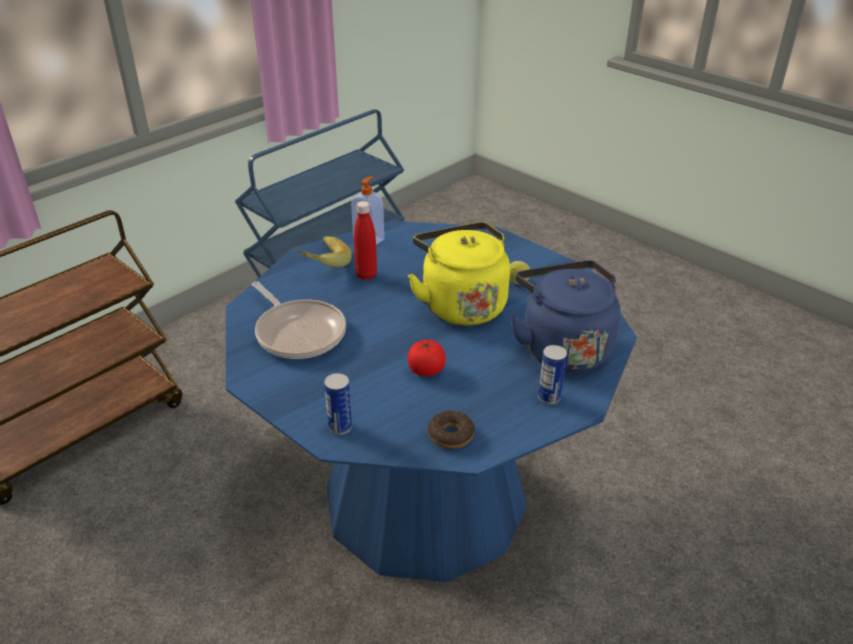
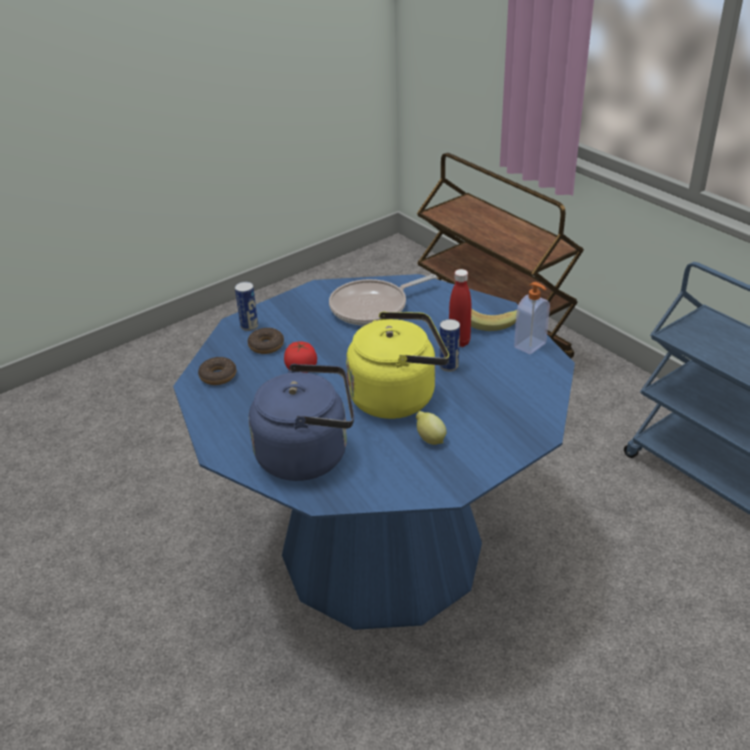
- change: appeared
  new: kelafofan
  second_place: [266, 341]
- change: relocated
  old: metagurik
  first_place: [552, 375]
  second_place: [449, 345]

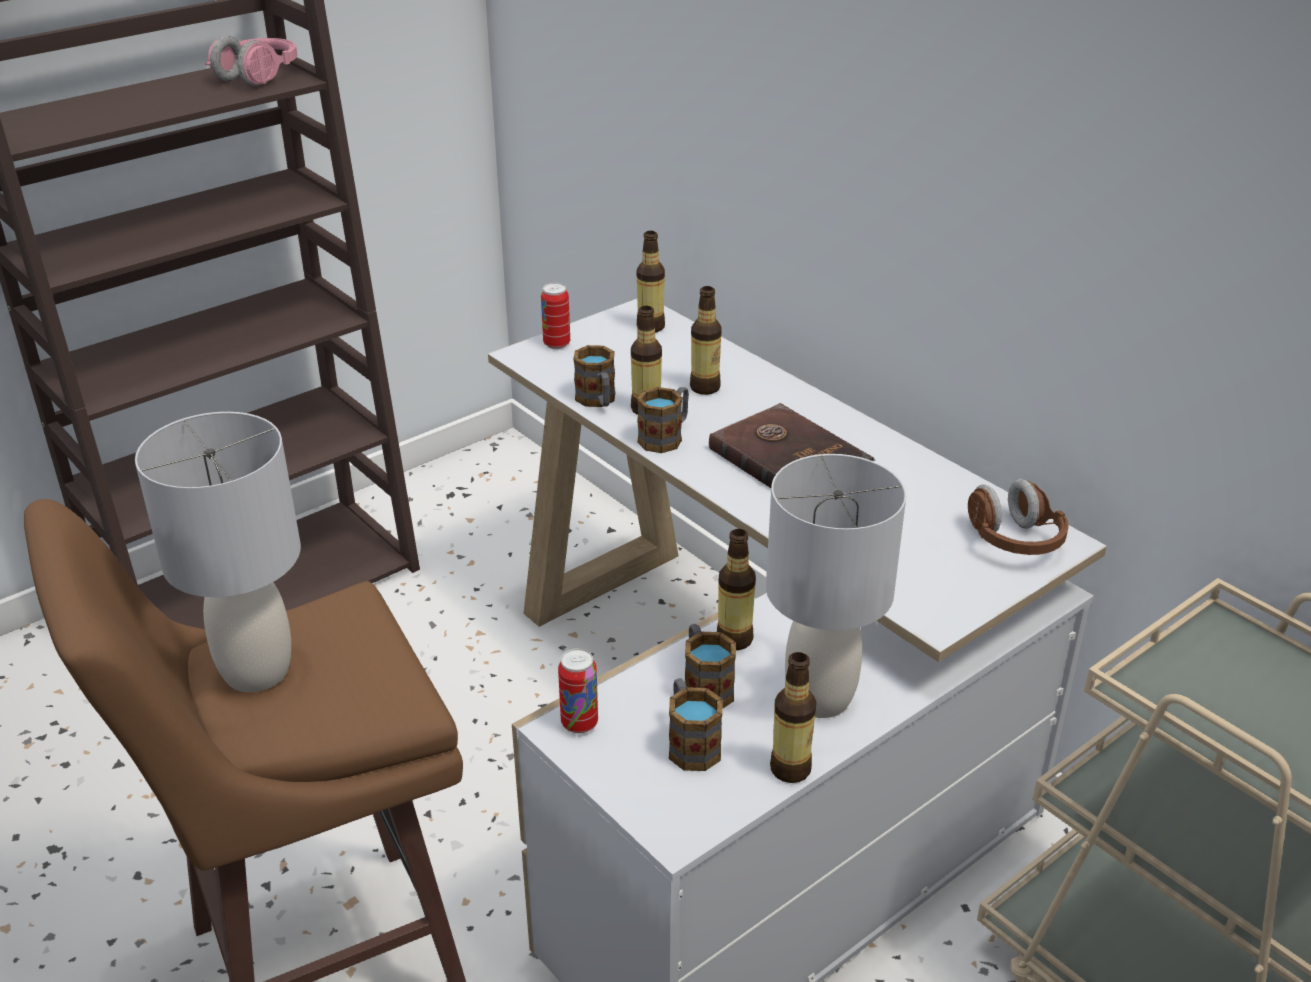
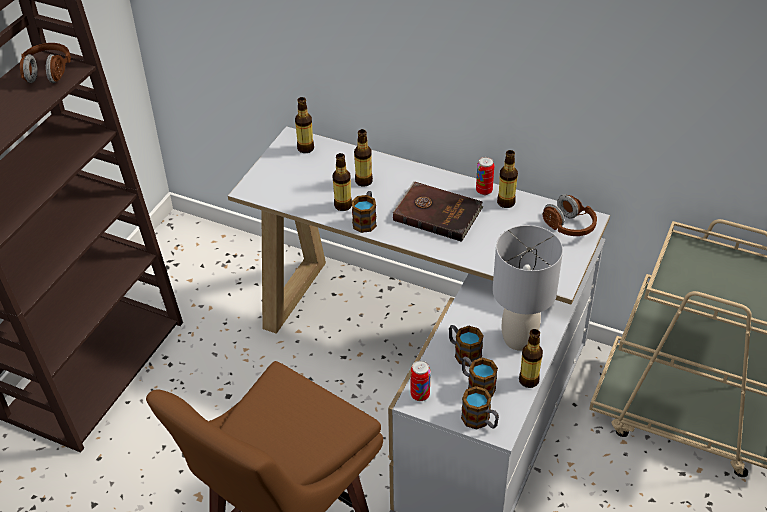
- change: colour
  old: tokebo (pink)
  new: tokebo (brown)
  first_place: [251, 61]
  second_place: [45, 63]
- change: relocated
  old: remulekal
  first_place: [594, 376]
  second_place: [480, 408]
- change: relocated
  old: metagurik
  first_place: [555, 316]
  second_place: [485, 176]
- change: relocated
  old: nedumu
  first_place: [736, 589]
  second_place: [507, 179]
- change: missing
  old: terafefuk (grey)
  first_place: [218, 552]

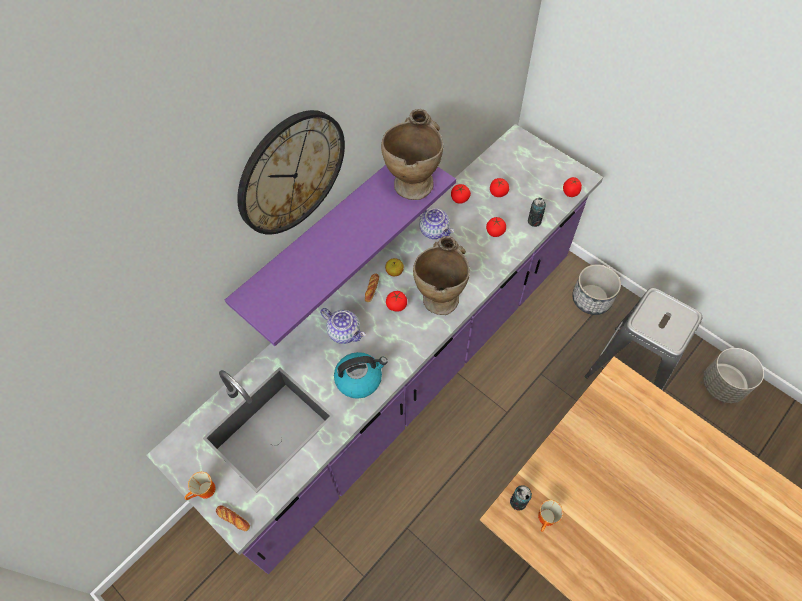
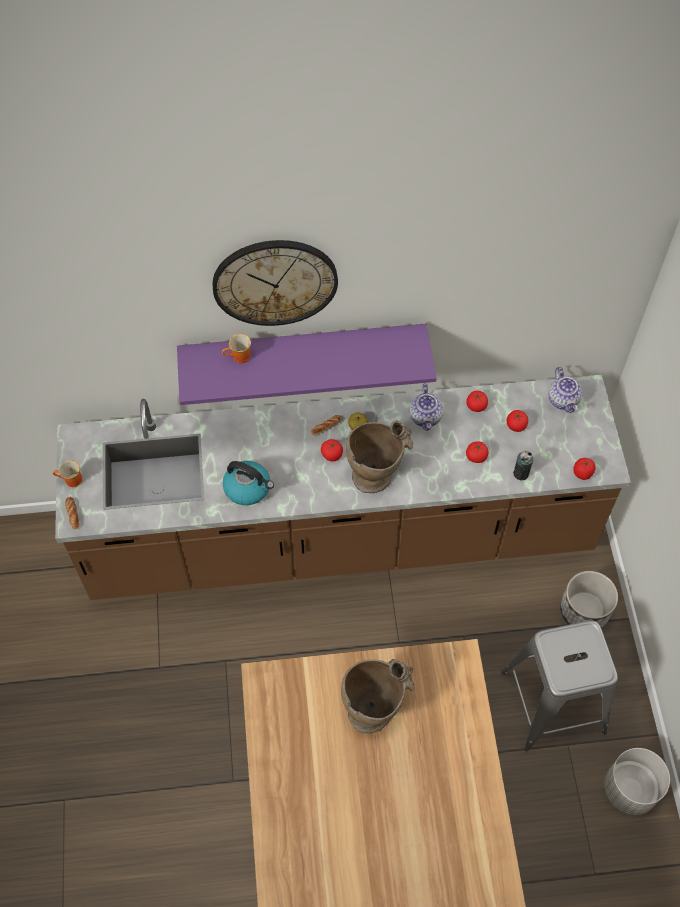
- change: colour
  old: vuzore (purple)
  new: vuzore (brown)
  first_place: [374, 349]
  second_place: [343, 487]
- change: relocated
  old: remulekal
  first_place: [550, 516]
  second_place: [236, 348]
- change: relocated
  old: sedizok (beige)
  first_place: [412, 154]
  second_place: [378, 696]
- change: relocated
  old: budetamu
  first_place: [342, 326]
  second_place: [565, 390]
- change: missing
  old: metagurik
  first_place: [521, 498]

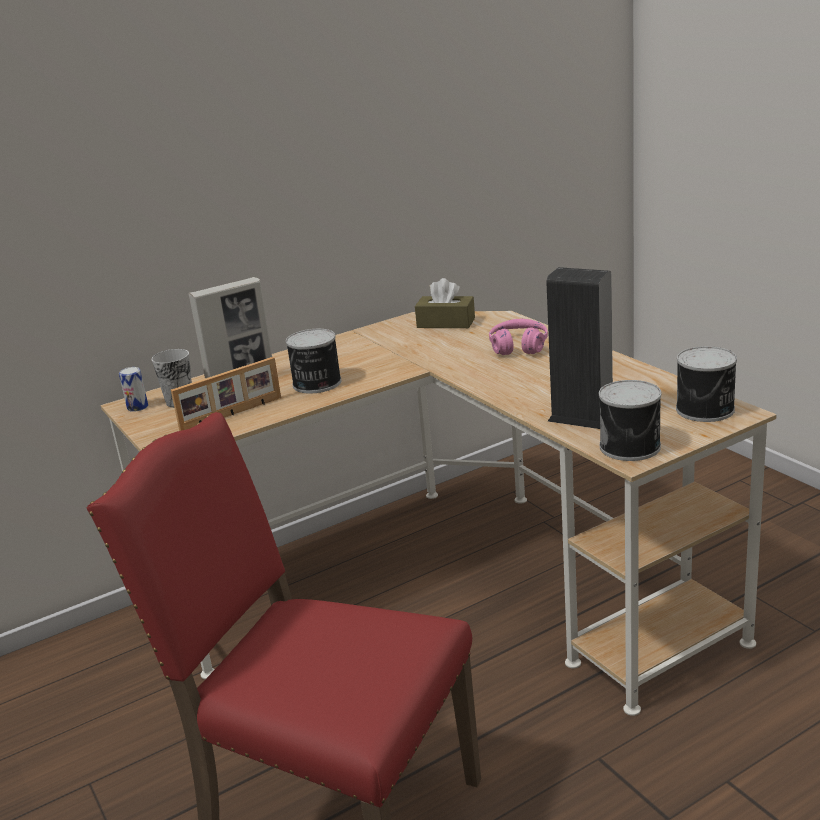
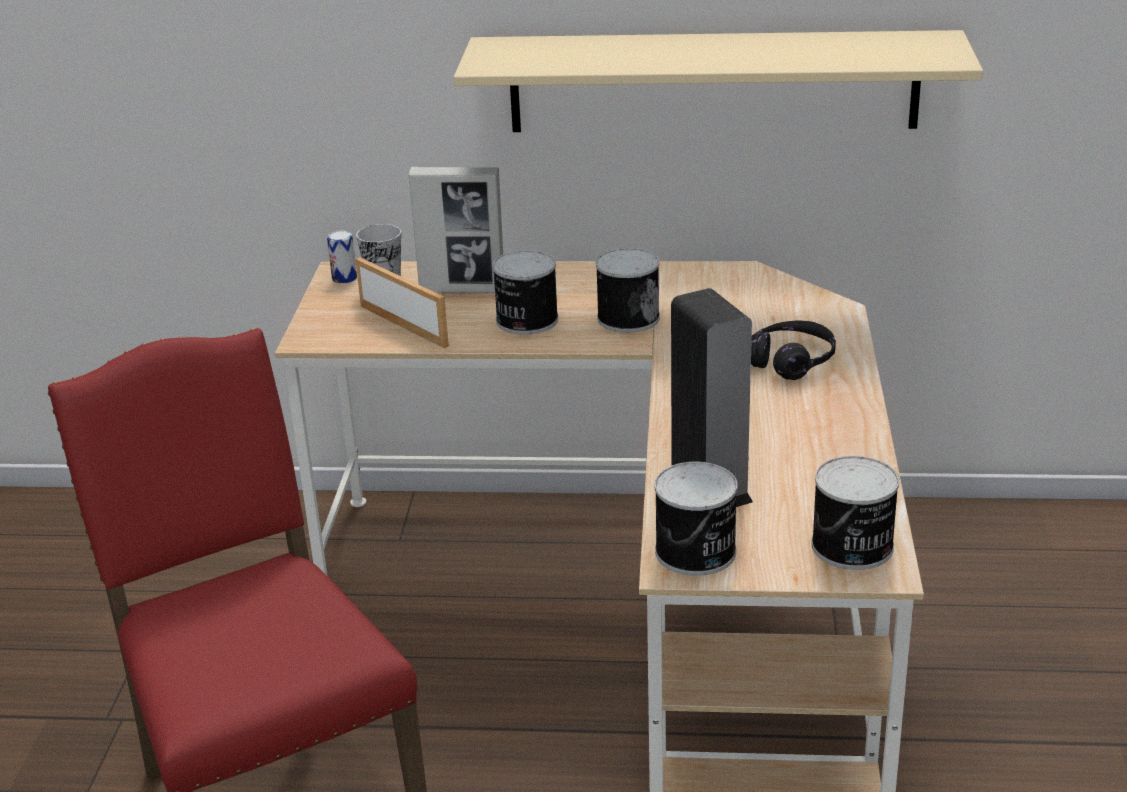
- change: spun
  old: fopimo
  first_place: [226, 394]
  second_place: [402, 302]
  degrees: -135
- change: appeared
  new: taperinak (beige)
  second_place: [718, 81]
- change: appeared
  new: metagurik
  second_place: [628, 290]
- change: colour
  old: tokebo (pink)
  new: tokebo (black)
  first_place: [518, 337]
  second_place: [793, 350]
- change: missing
  old: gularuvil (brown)
  first_place: [445, 303]

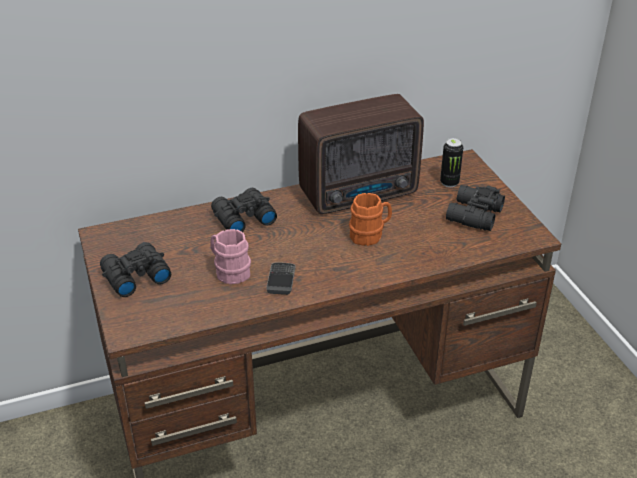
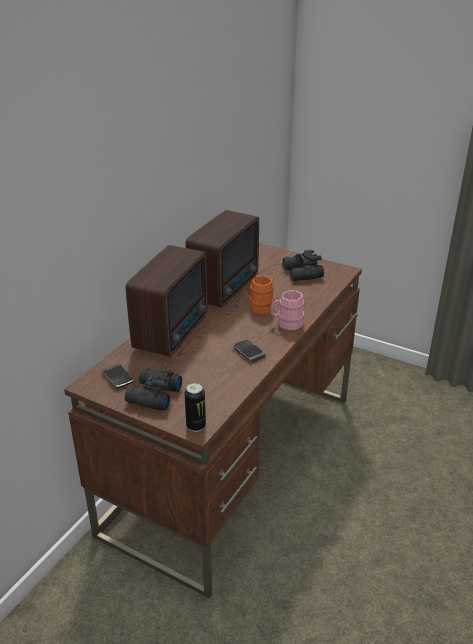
- change: appeared
  new: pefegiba
  second_place: [118, 376]
- change: exchanged
  old: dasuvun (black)
  new: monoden
  first_place: [244, 210]
  second_place: [167, 301]
- change: relocated
  old: metagurik
  first_place: [451, 162]
  second_place: [195, 407]
- change: relocated
  old: remulekal (pink)
  first_place: [230, 256]
  second_place: [287, 310]

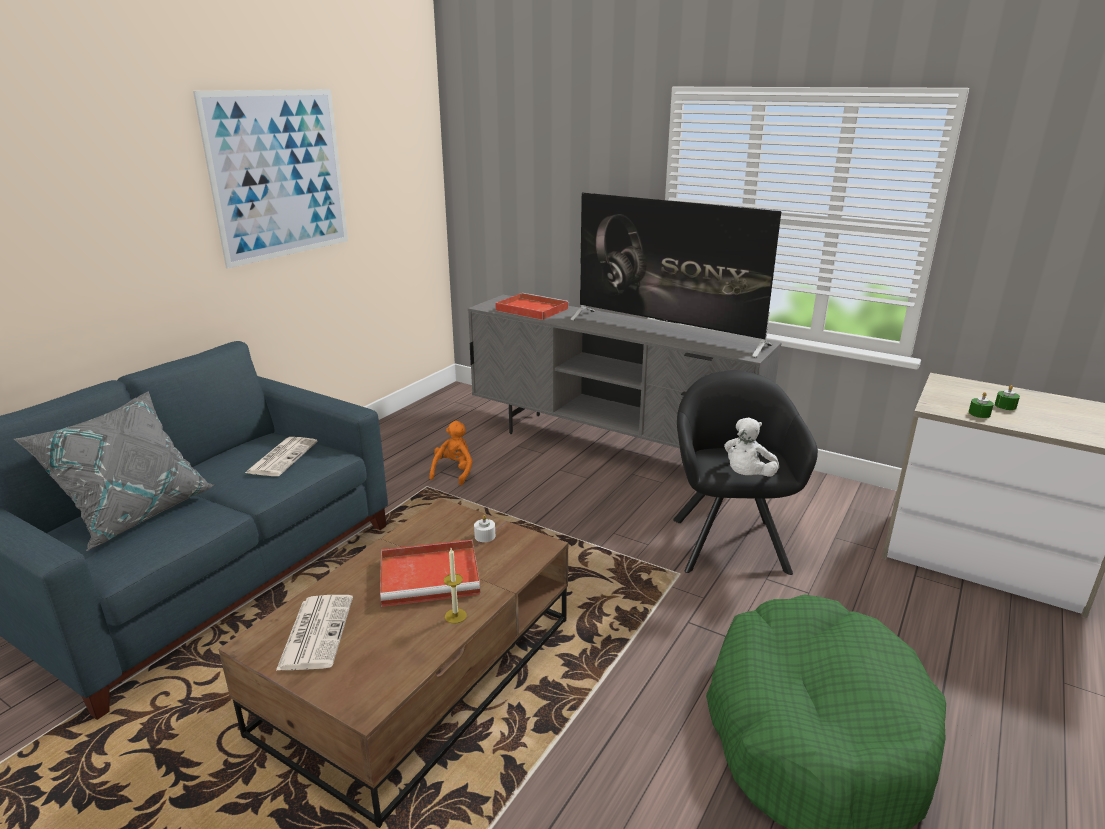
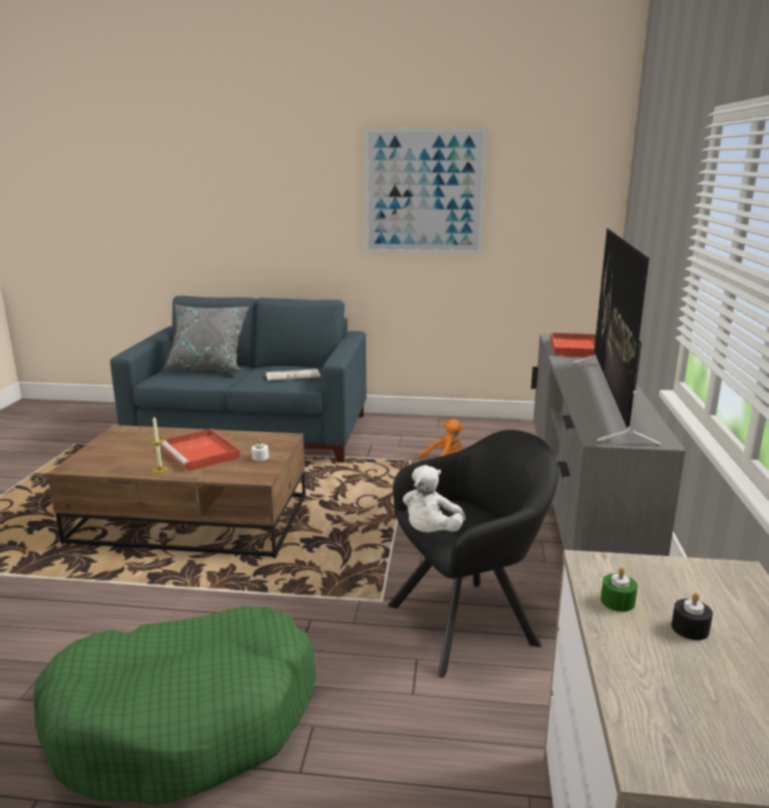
- change: spun
  old: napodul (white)
  first_place: [751, 447]
  second_place: [434, 498]
  degrees: -75
- change: colour
  old: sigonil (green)
  new: sigonil (black)
  first_place: [1007, 397]
  second_place: [692, 616]
- change: missing
  old: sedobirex
  first_place: [314, 633]

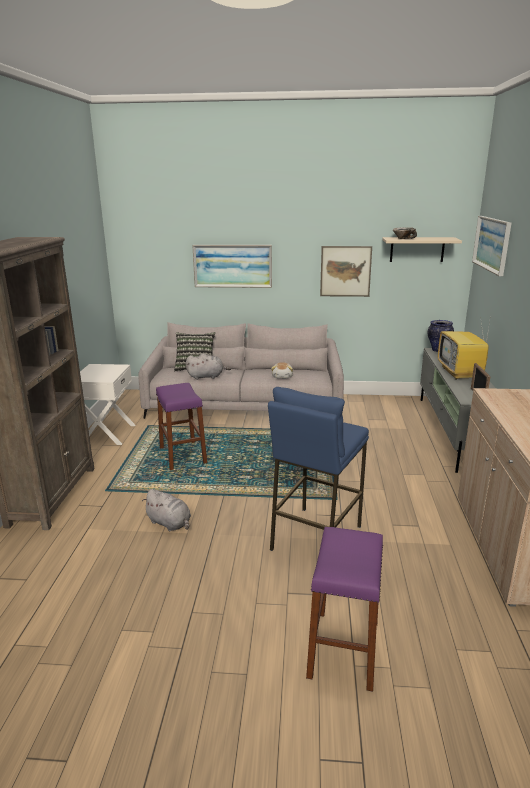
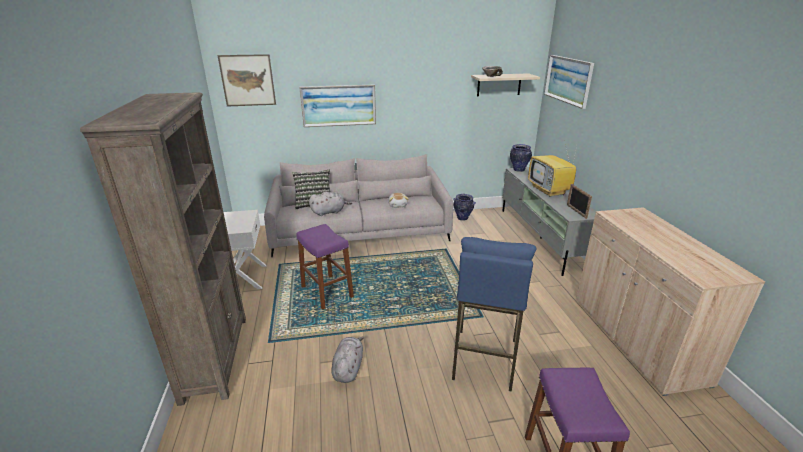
- change: relocated
  old: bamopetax
  first_place: [346, 271]
  second_place: [247, 80]
- change: spun
  old: napodul (grey)
  first_place: [166, 510]
  second_place: [347, 359]
  degrees: -105
- change: appeared
  new: sedizok
  second_place: [464, 207]

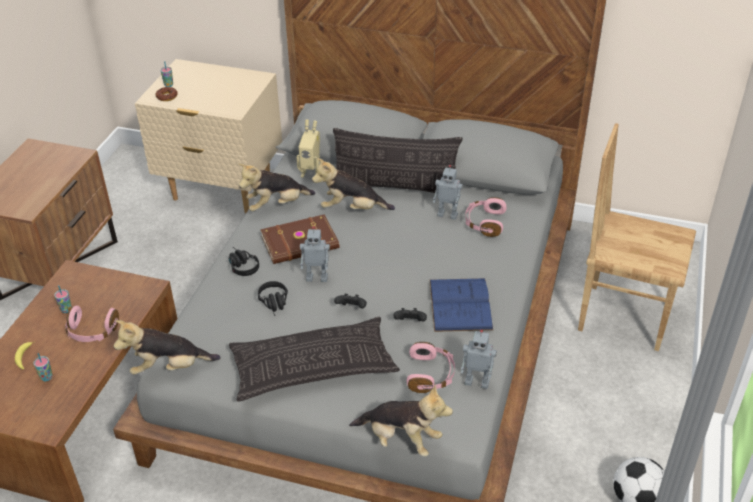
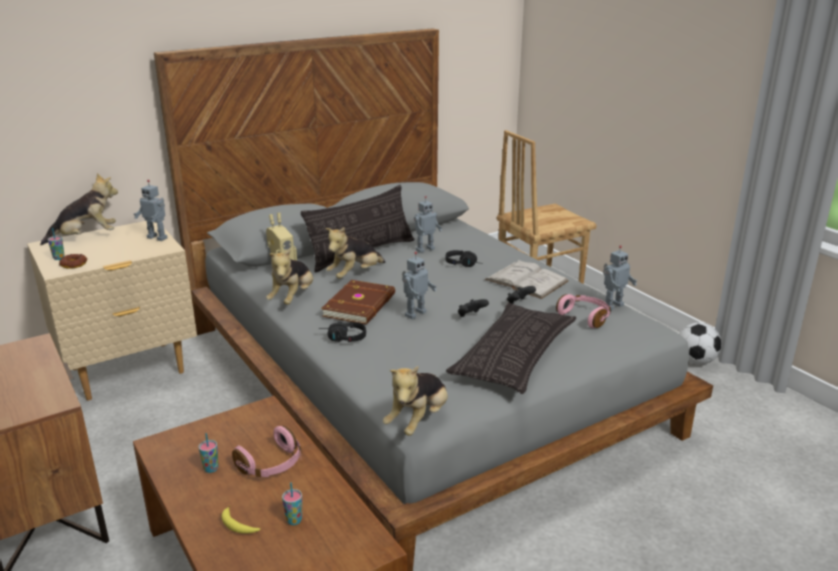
- change: relocated
  old: napodul
  first_place: [401, 421]
  second_place: [79, 209]
- change: appeared
  new: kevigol
  second_place: [150, 210]
- change: relocated
  old: tokebo (black)
  first_place: [273, 298]
  second_place: [463, 258]
- change: colour
  old: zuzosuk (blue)
  new: zuzosuk (white)
  first_place: [461, 305]
  second_place: [526, 279]
- change: missing
  old: tokebo (pink)
  first_place: [486, 217]

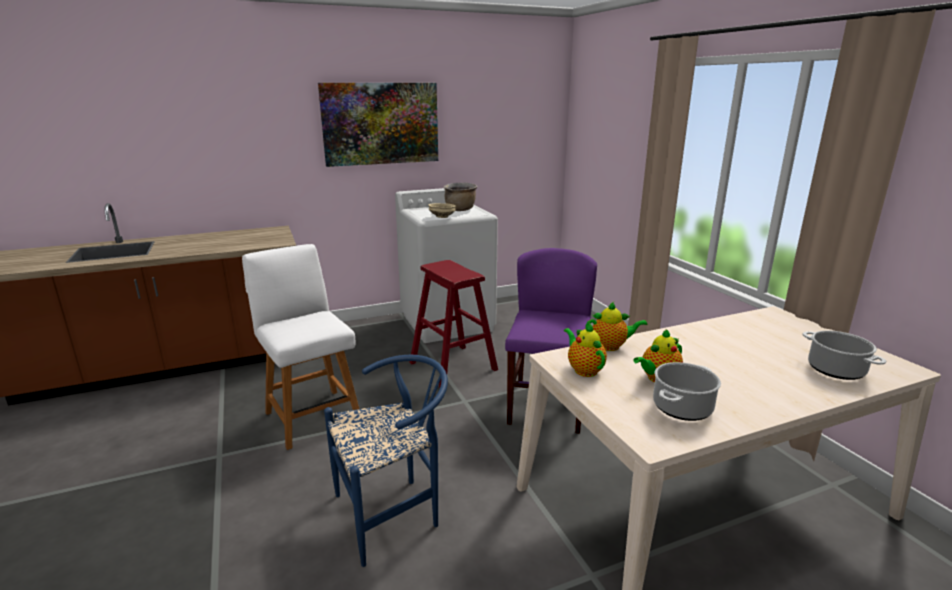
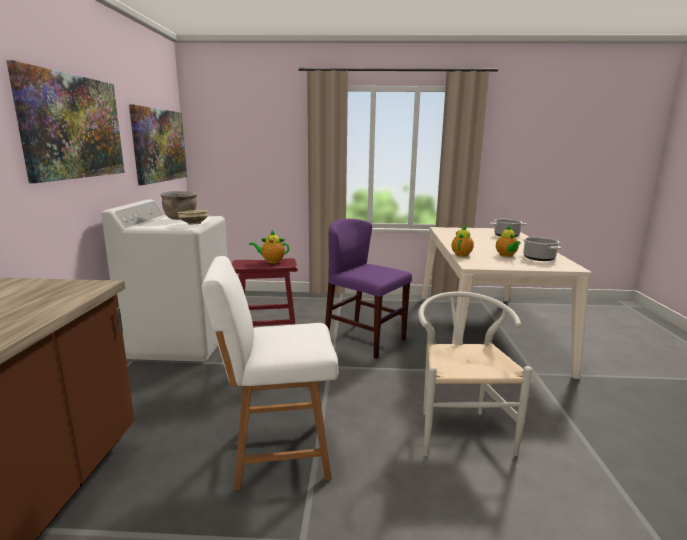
- change: appeared
  new: bamopetax
  second_place: [158, 144]
- change: relocated
  old: budetamu
  first_place: [585, 349]
  second_place: [269, 246]
- change: colour
  old: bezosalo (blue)
  new: bezosalo (white)
  first_place: [386, 461]
  second_place: [475, 374]

